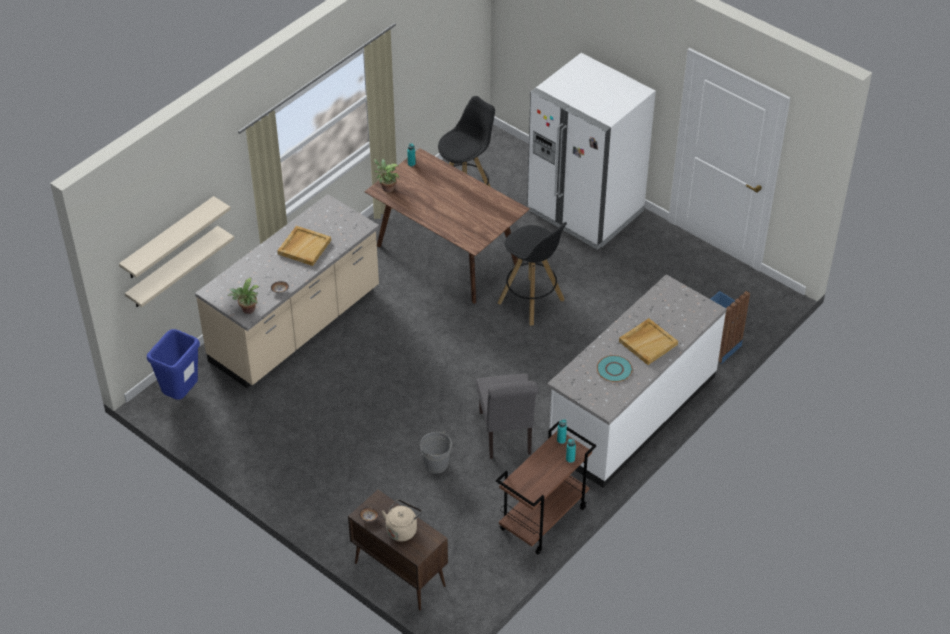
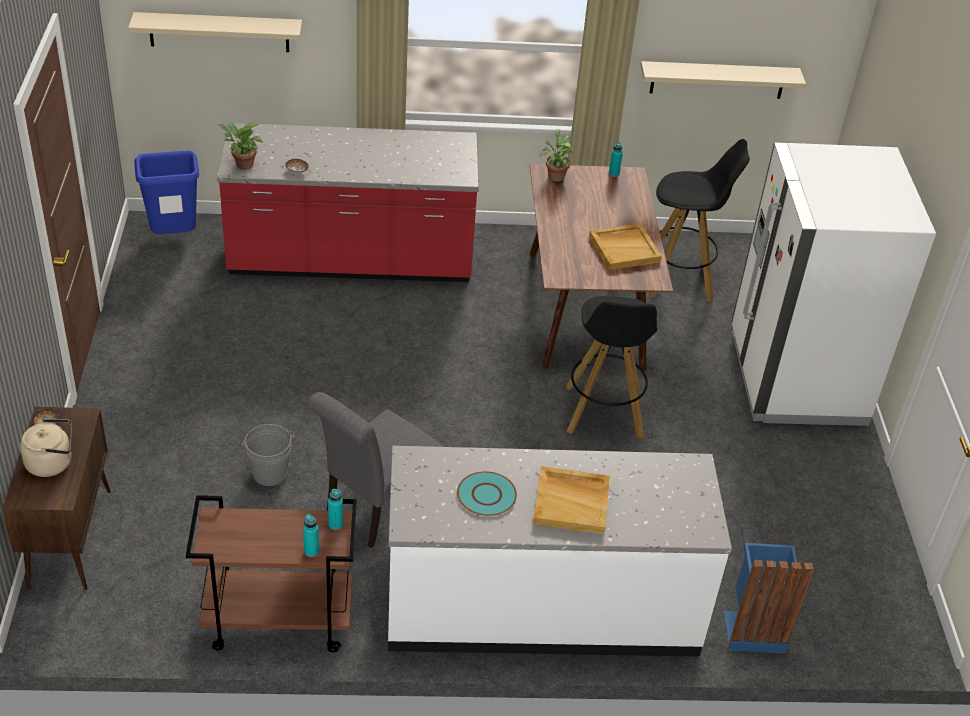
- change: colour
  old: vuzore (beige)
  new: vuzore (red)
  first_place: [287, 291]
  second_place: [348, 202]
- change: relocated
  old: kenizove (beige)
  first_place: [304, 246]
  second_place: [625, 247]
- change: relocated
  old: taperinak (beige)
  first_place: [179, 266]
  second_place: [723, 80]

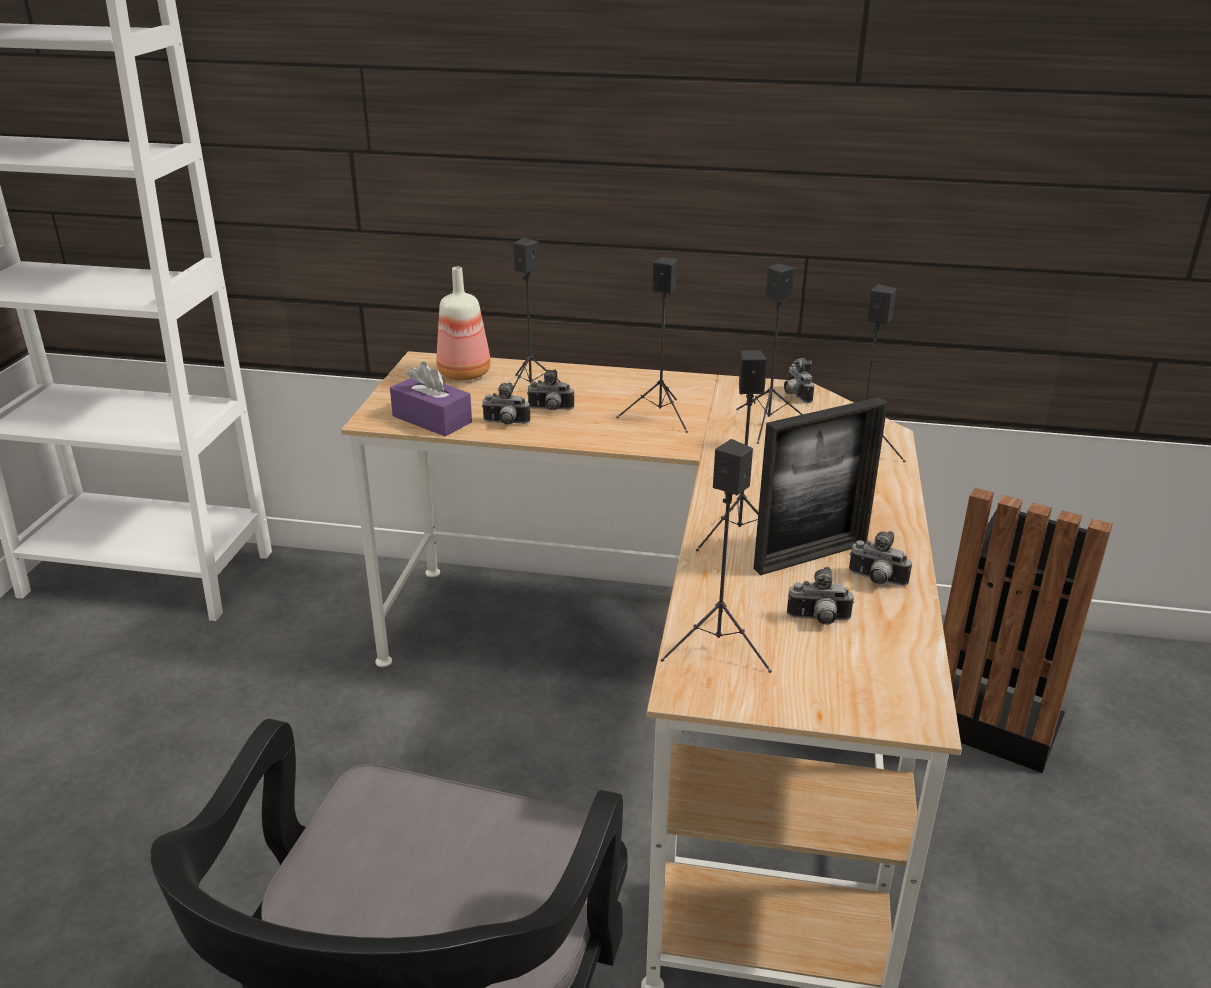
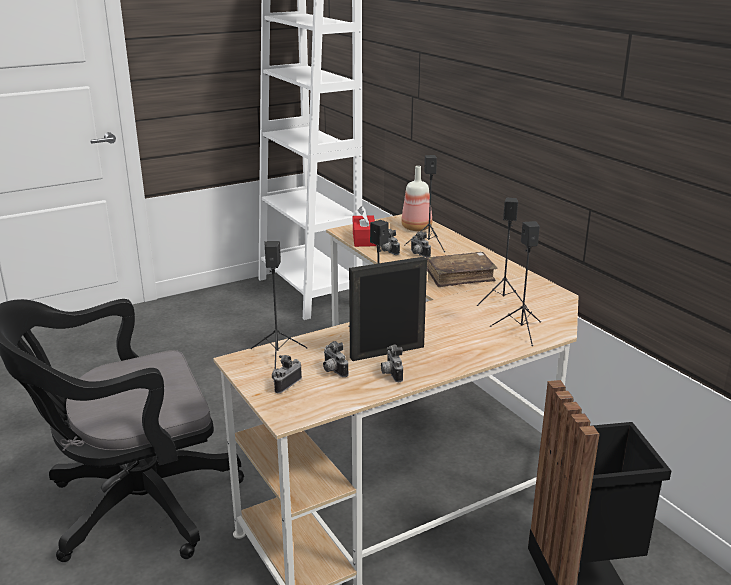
- change: relocated
  old: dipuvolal
  first_place: [799, 380]
  second_place: [287, 374]
- change: spun
  old: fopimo
  first_place: [820, 486]
  second_place: [388, 309]
  degrees: 135
- change: colour
  old: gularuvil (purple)
  new: gularuvil (red)
  first_place: [431, 399]
  second_place: [365, 226]
- change: exchanged
  old: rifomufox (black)
  new: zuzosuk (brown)
  first_place: [652, 345]
  second_place: [462, 269]

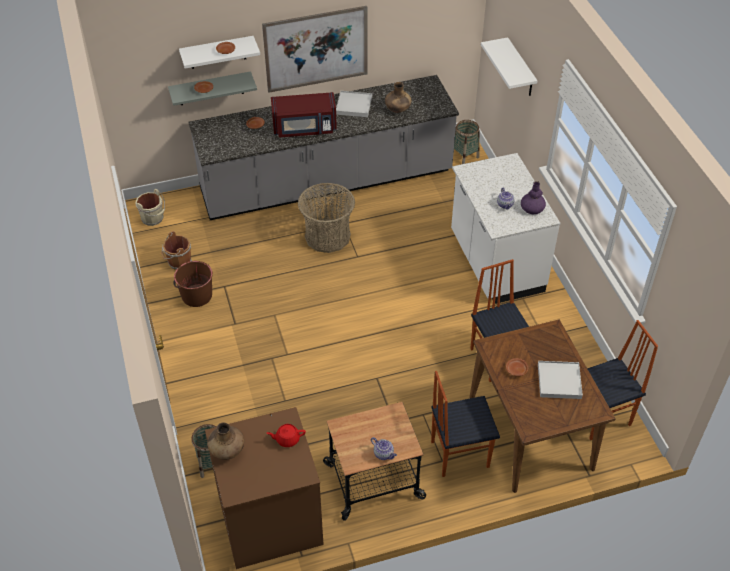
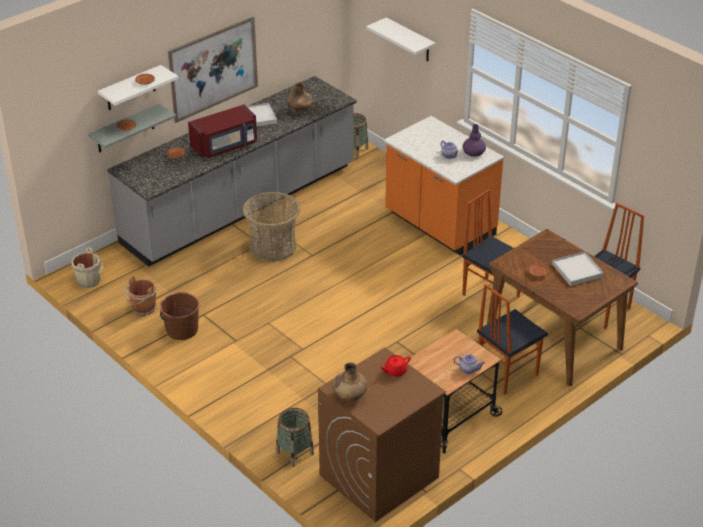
- change: colour
  old: vuzore (white)
  new: vuzore (orange)
  first_place: [505, 228]
  second_place: [443, 186]

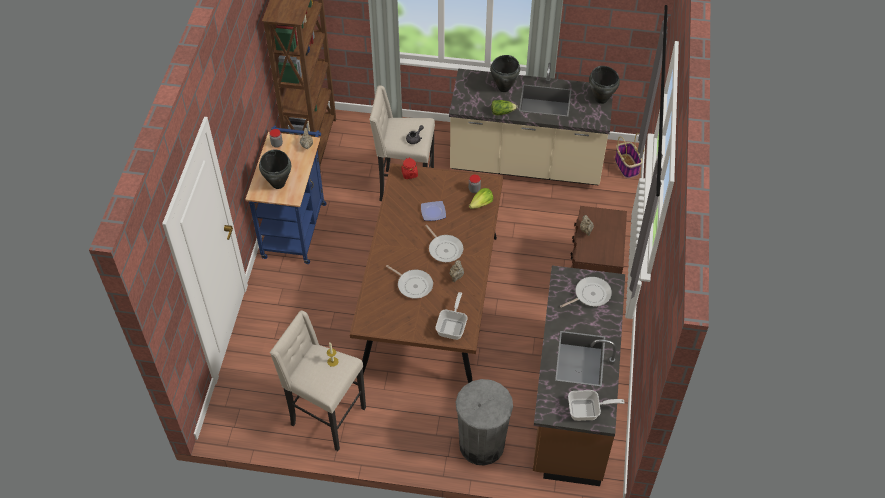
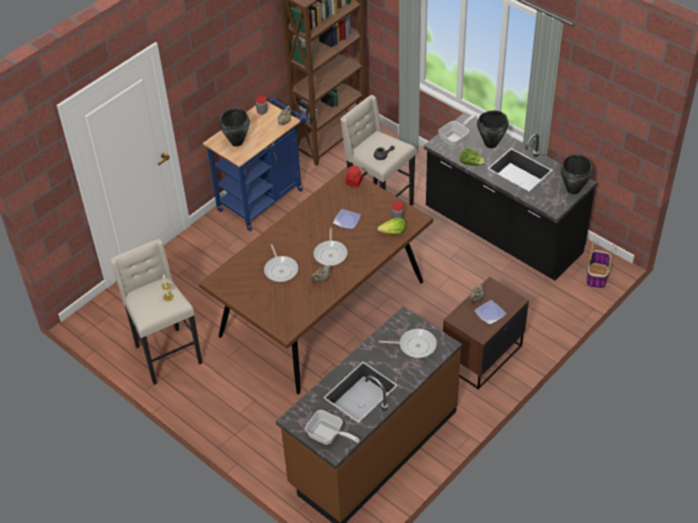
- change: colour
  old: vuzore (beige)
  new: vuzore (black)
  first_place: [531, 124]
  second_place: [510, 196]
- change: relocated
  old: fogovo
  first_place: [451, 316]
  second_place: [457, 130]
- change: appeared
  new: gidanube
  second_place: [490, 312]
- change: missing
  old: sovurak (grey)
  first_place: [484, 422]

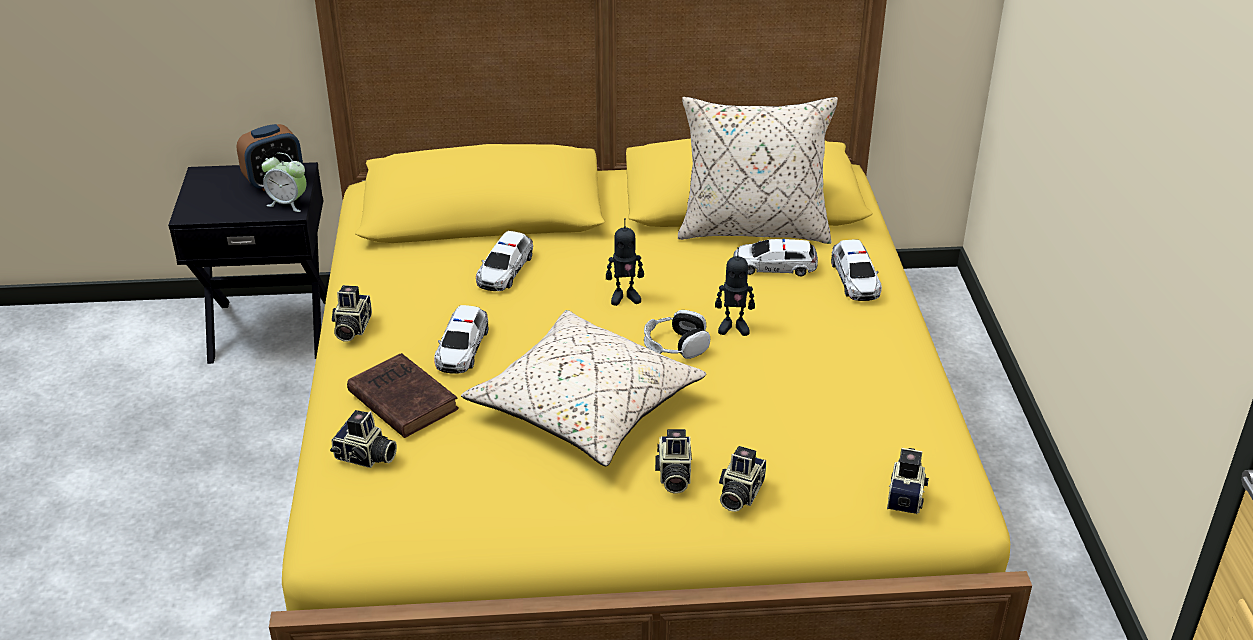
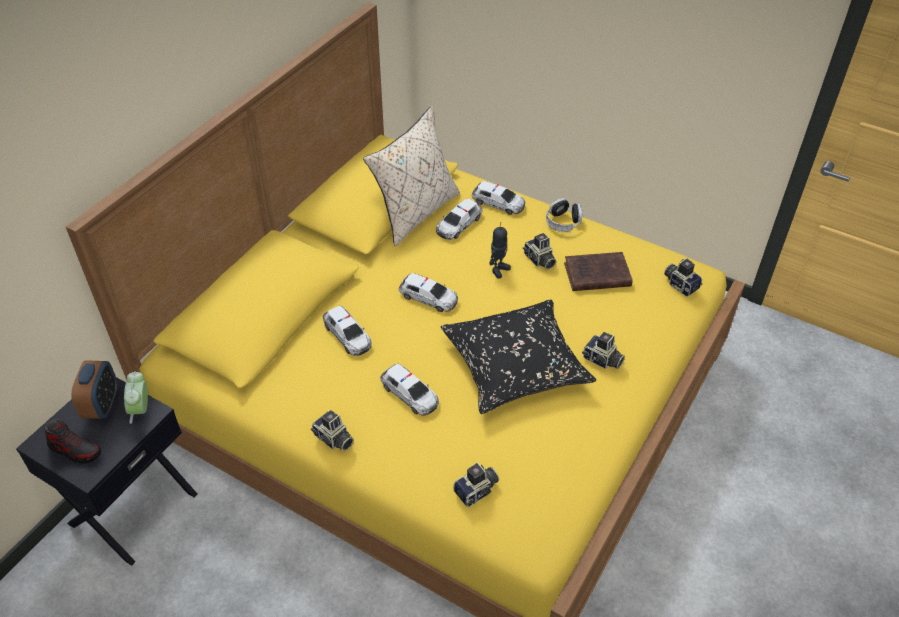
- change: appeared
  new: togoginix
  second_place: [73, 441]
- change: spun
  old: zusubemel
  first_place: [283, 182]
  second_place: [136, 397]
  degrees: 120
- change: exchanged
  old: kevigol
  new: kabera
  first_place: [625, 262]
  second_place: [428, 292]
- change: colour
  old: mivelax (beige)
  new: mivelax (black)
  first_place: [583, 388]
  second_place: [518, 356]
- change: relocated
  old: dipuvolal
  first_place: [742, 479]
  second_place: [540, 251]
- change: relocated
  old: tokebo
  first_place: [677, 334]
  second_place: [564, 215]
- change: relocated
  old: zuzosuk (brown)
  first_place: [403, 395]
  second_place: [598, 271]

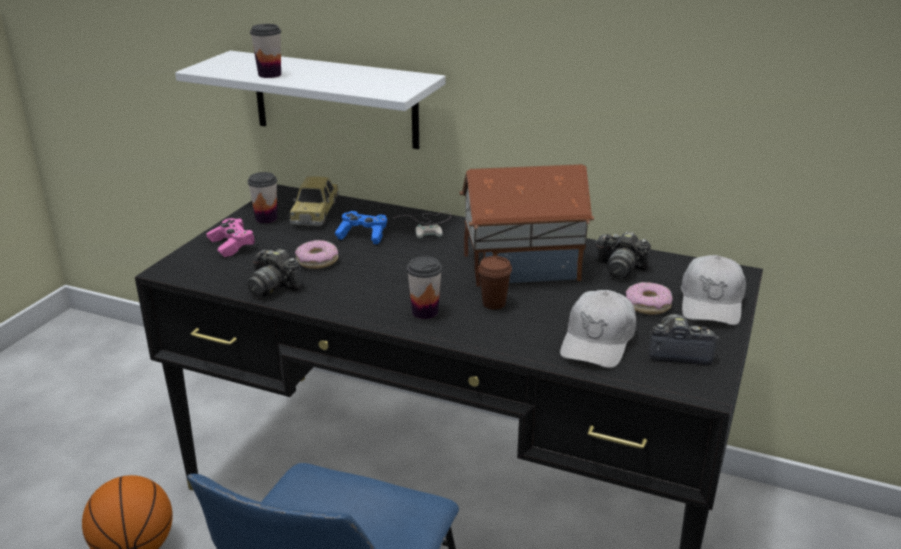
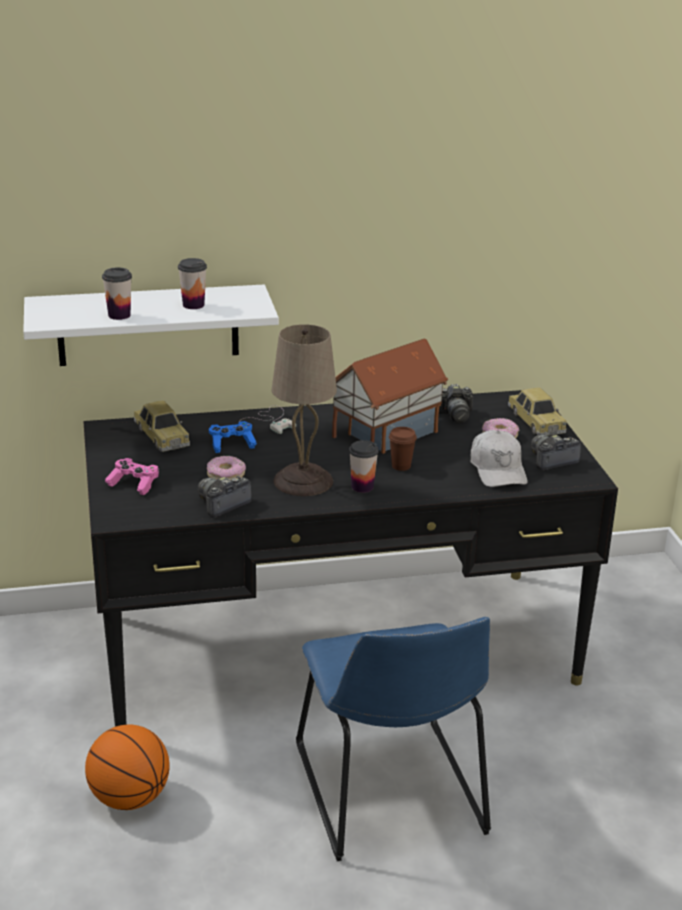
- change: relocated
  old: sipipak
  first_place: [262, 197]
  second_place: [192, 283]
- change: spun
  old: dipuvolal
  first_place: [275, 273]
  second_place: [224, 496]
  degrees: 135
- change: appeared
  new: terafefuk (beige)
  second_place: [304, 410]
- change: exchanged
  old: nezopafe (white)
  new: kabera
  first_place: [713, 290]
  second_place: [537, 412]

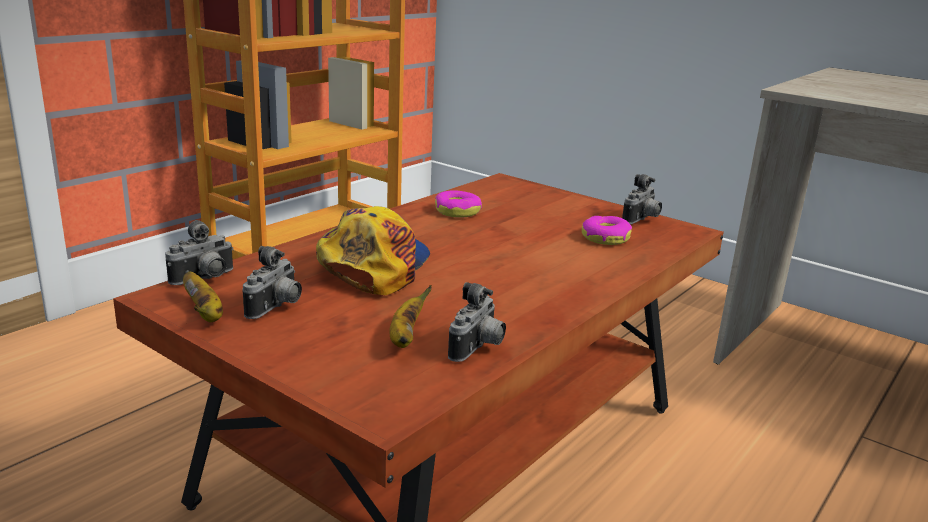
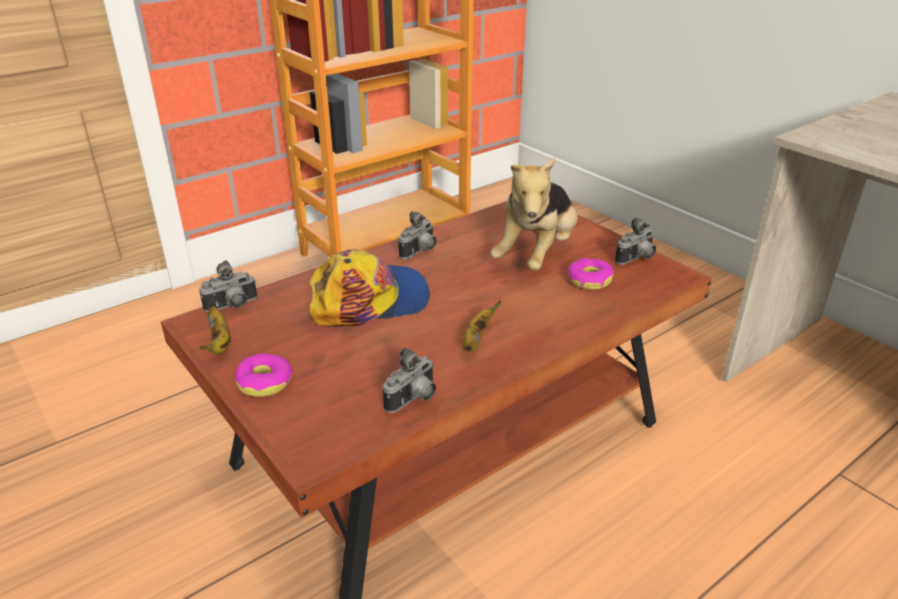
- change: relocated
  old: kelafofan
  first_place: [458, 204]
  second_place: [264, 375]
- change: spun
  old: nezopafe
  first_place: [373, 250]
  second_place: [369, 287]
  degrees: 45
- change: relocated
  old: dipuvolal
  first_place: [272, 282]
  second_place: [417, 235]
- change: relocated
  old: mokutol
  first_place: [410, 316]
  second_place: [482, 326]
- change: appeared
  new: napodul
  second_place: [534, 214]

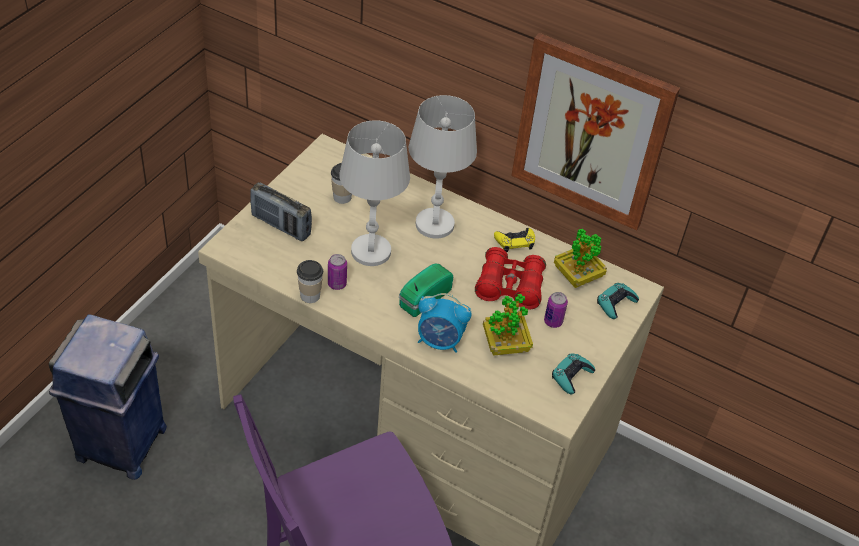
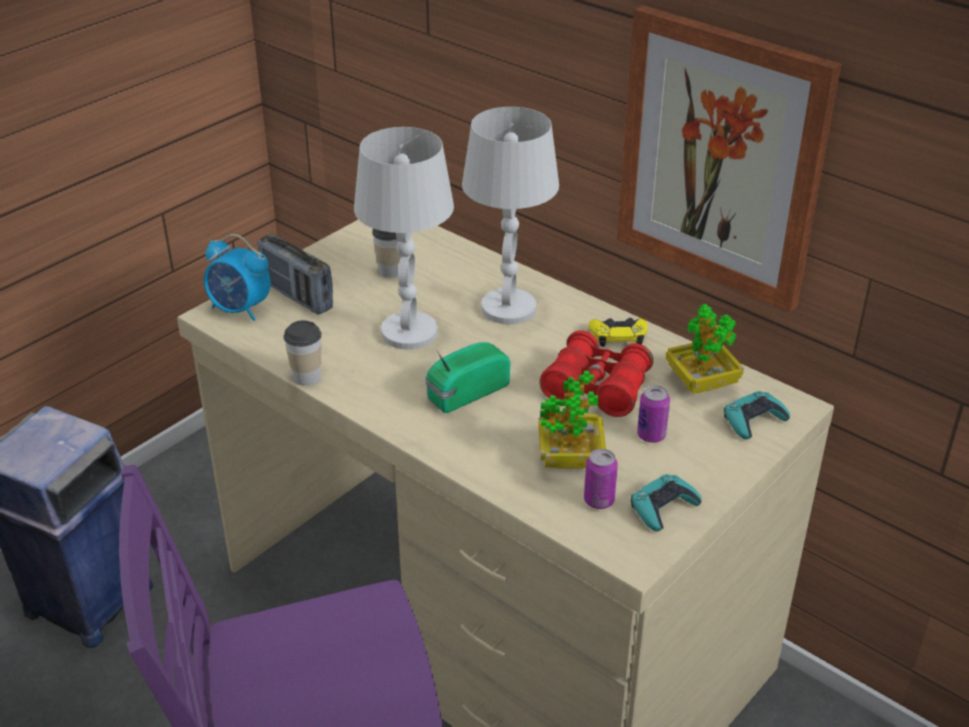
- change: relocated
  old: zusubemel
  first_place: [445, 323]
  second_place: [237, 277]
- change: relocated
  old: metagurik
  first_place: [337, 272]
  second_place: [601, 479]

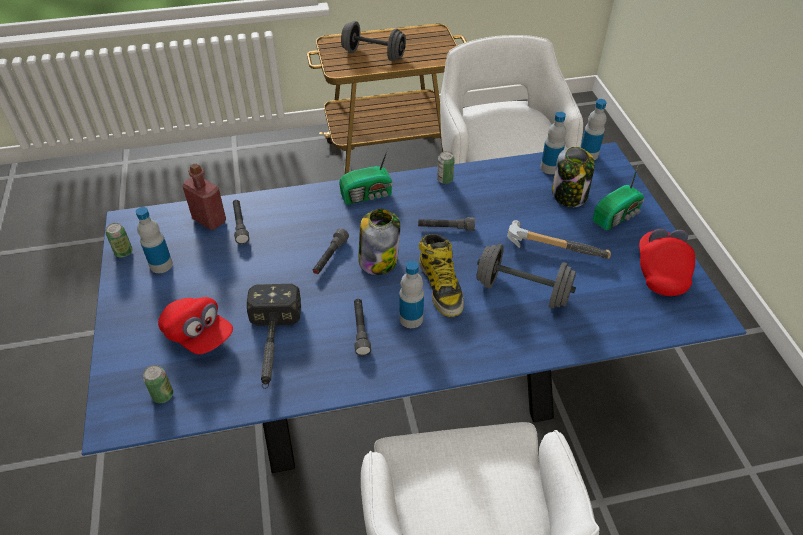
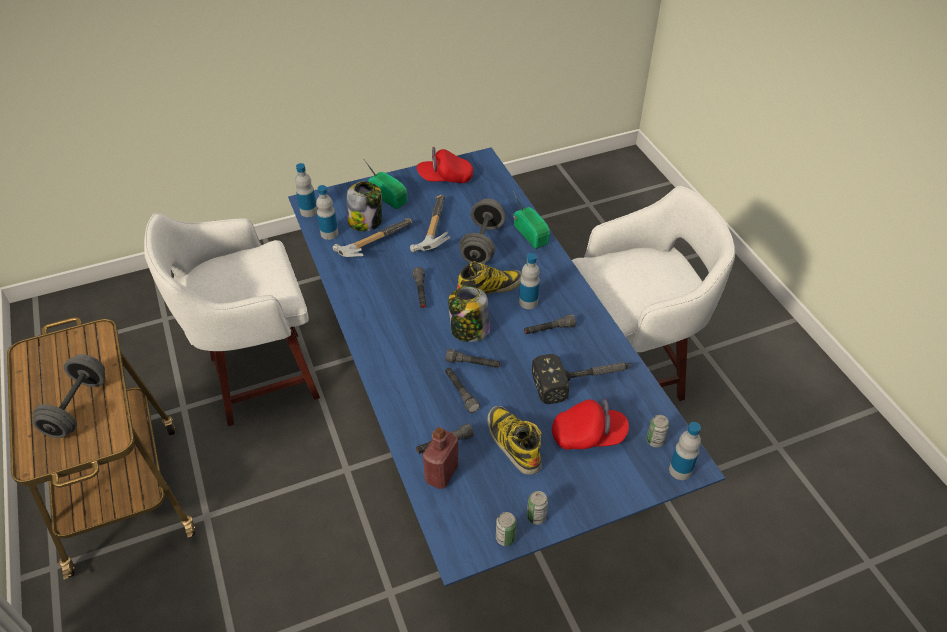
- change: appeared
  new: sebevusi
  second_place: [372, 237]
- change: appeared
  new: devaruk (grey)
  second_place: [462, 390]
- change: appeared
  new: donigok
  second_place: [514, 440]
- change: relocated
  old: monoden
  first_place: [366, 174]
  second_place: [531, 220]
- change: relocated
  old: metagurik
  first_place: [446, 167]
  second_place: [537, 508]
- change: spun
  old: nezopafe (red)
  first_place: [195, 325]
  second_place: [590, 424]
  degrees: 60
- change: relocated
  old: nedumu
  first_place: [154, 240]
  second_place: [685, 451]

